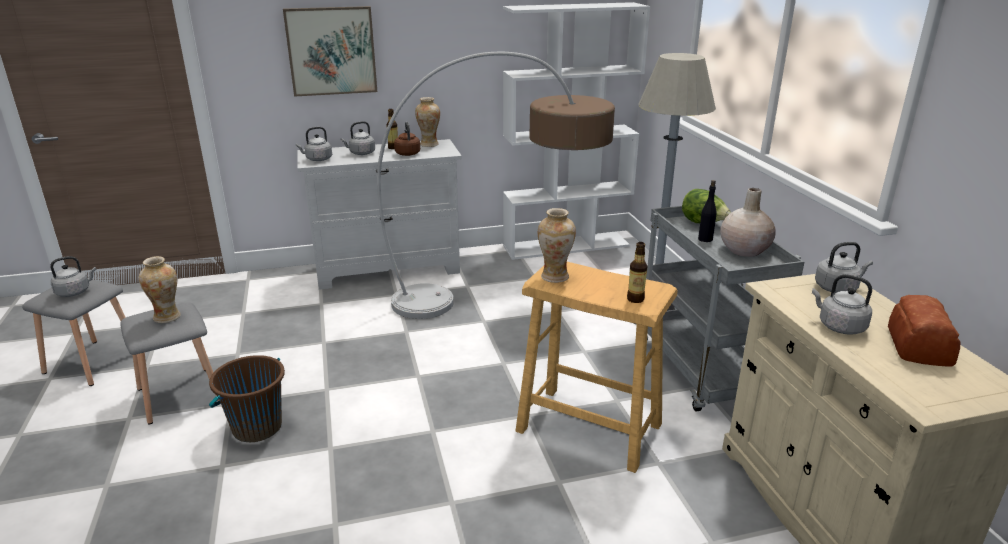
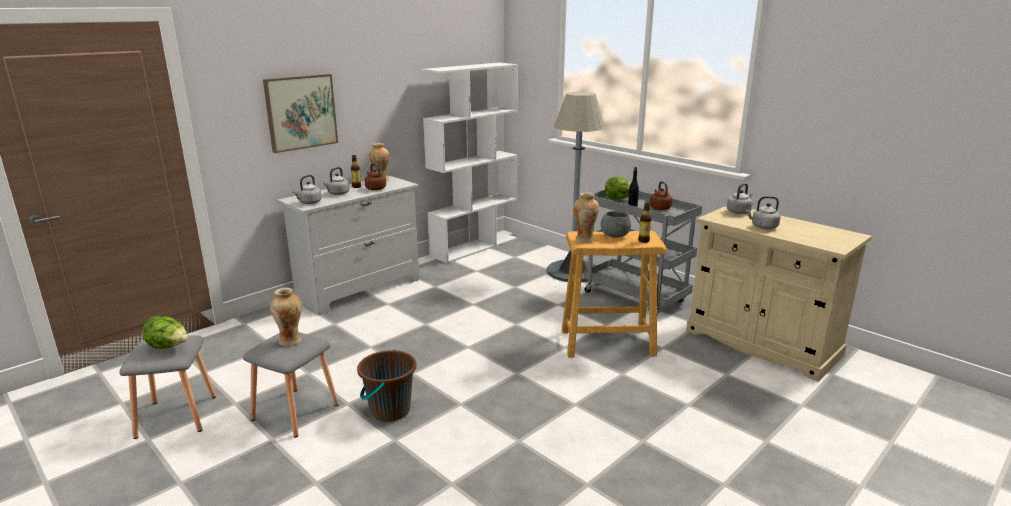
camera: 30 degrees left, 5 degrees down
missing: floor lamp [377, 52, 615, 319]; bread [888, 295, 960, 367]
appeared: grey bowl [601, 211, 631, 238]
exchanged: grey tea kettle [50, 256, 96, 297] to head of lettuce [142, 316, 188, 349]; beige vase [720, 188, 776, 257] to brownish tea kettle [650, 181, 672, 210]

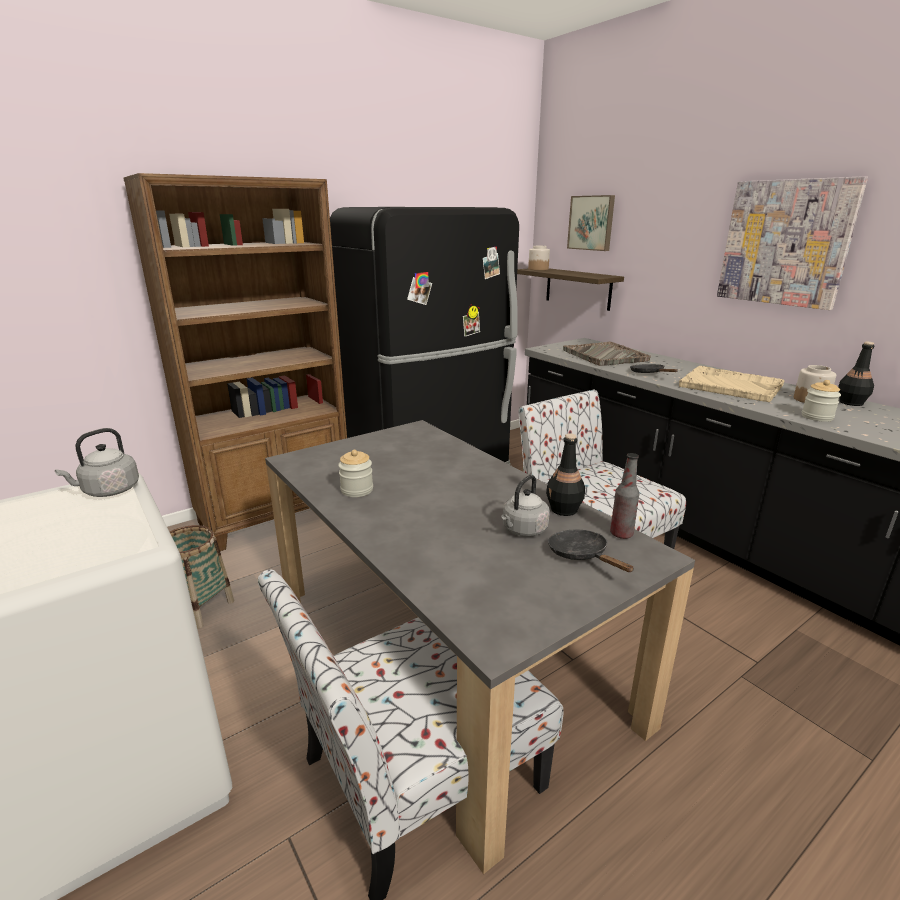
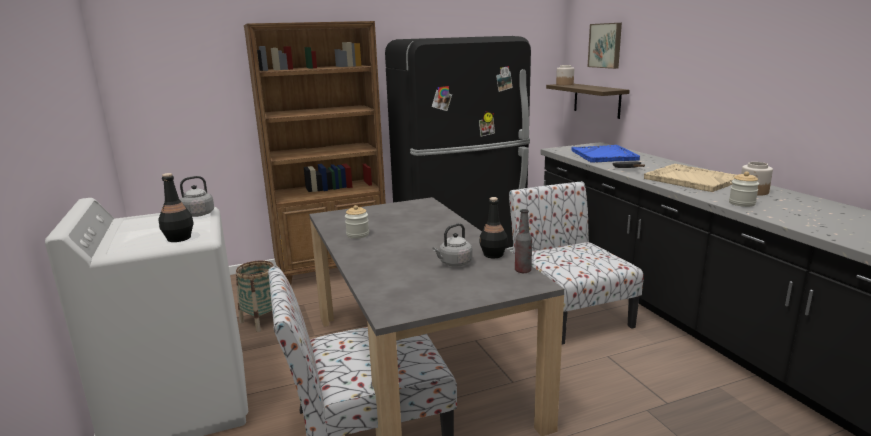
camera: 15 degrees right, 5 degrees down
missing: blackish skillet [548, 530, 634, 572]; wall art [717, 176, 868, 310]
relocated: blackish drink bottle [838, 342, 874, 406] to [158, 173, 194, 242]
colour: grey serving tray [563, 342, 651, 366] to blue-coloured serving tray [572, 145, 640, 163]

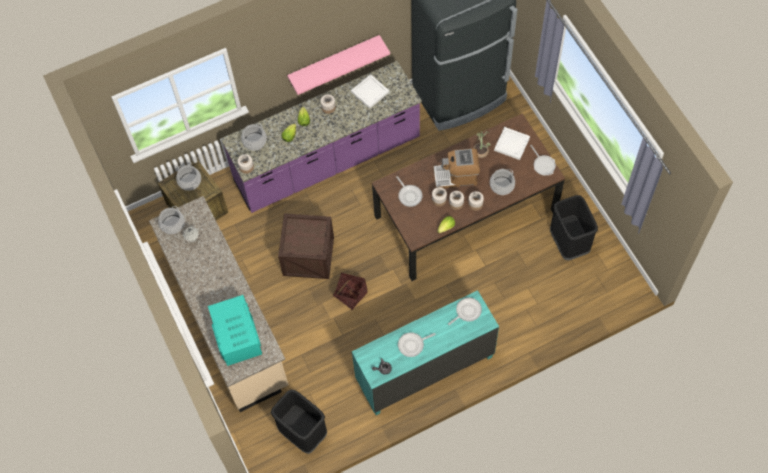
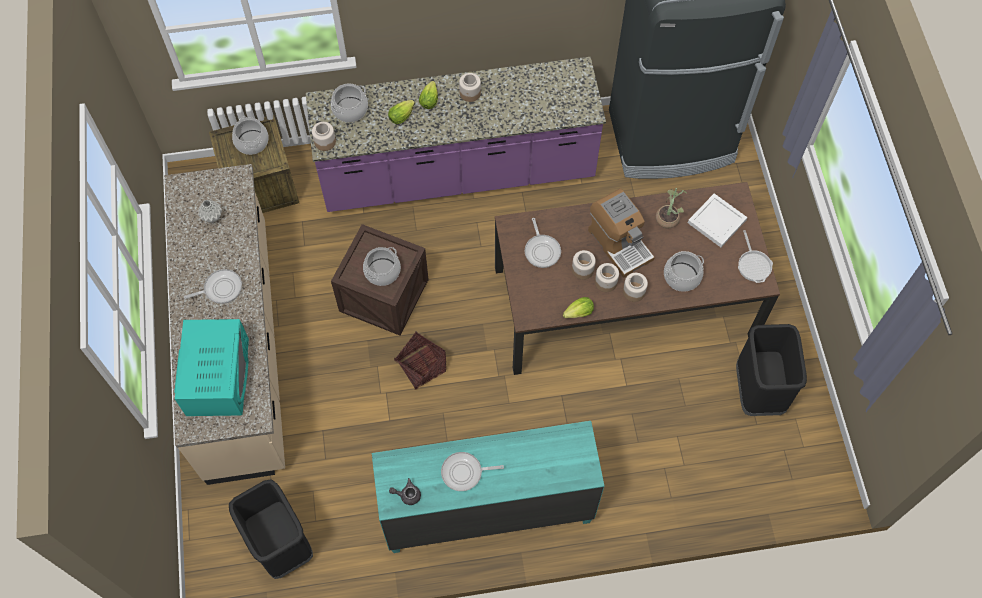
camera: 15 degrees right, 0 degrees up
missing: pink-coloured bracket shelf [287, 35, 390, 95]; white serving tray [351, 74, 389, 109]
relocated: stockpot [158, 206, 185, 234] to [363, 247, 401, 286]; skillet [448, 298, 482, 325] to [184, 269, 242, 304]
spun: coffee maker [433, 148, 480, 188] = [588, 188, 655, 278] 135 degrees counterclockwise

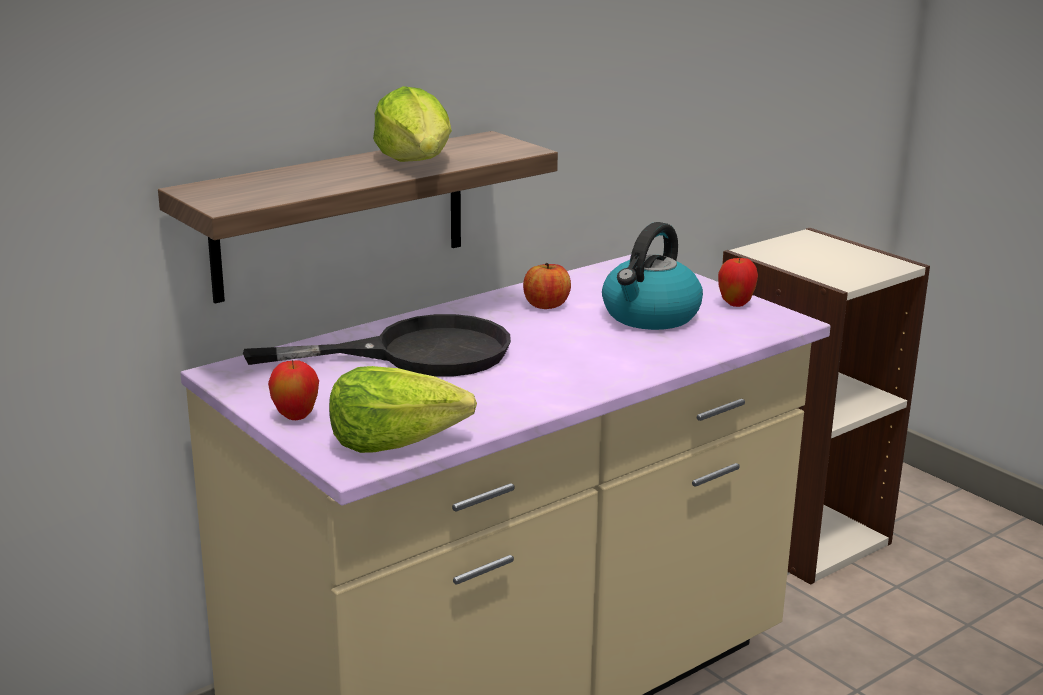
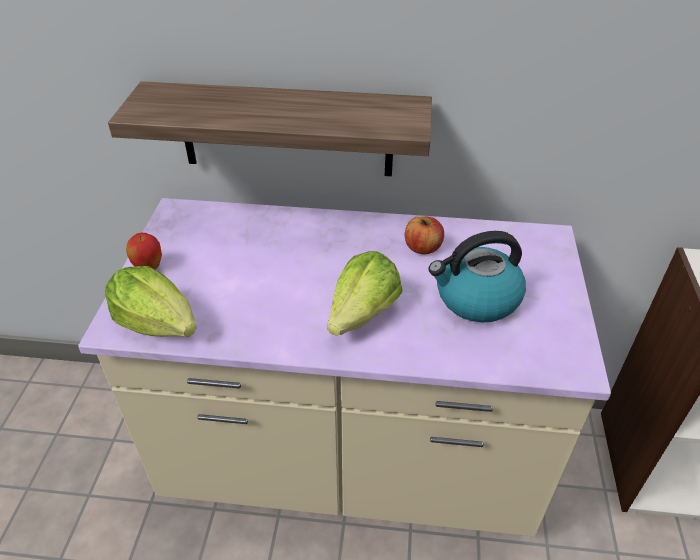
camera: 45 degrees right, 20 degrees up
missing: blackish skillet [243, 314, 511, 377]; whole apple [718, 257, 758, 307]
relocated: head of lettuce [373, 86, 452, 162] to [327, 251, 403, 336]

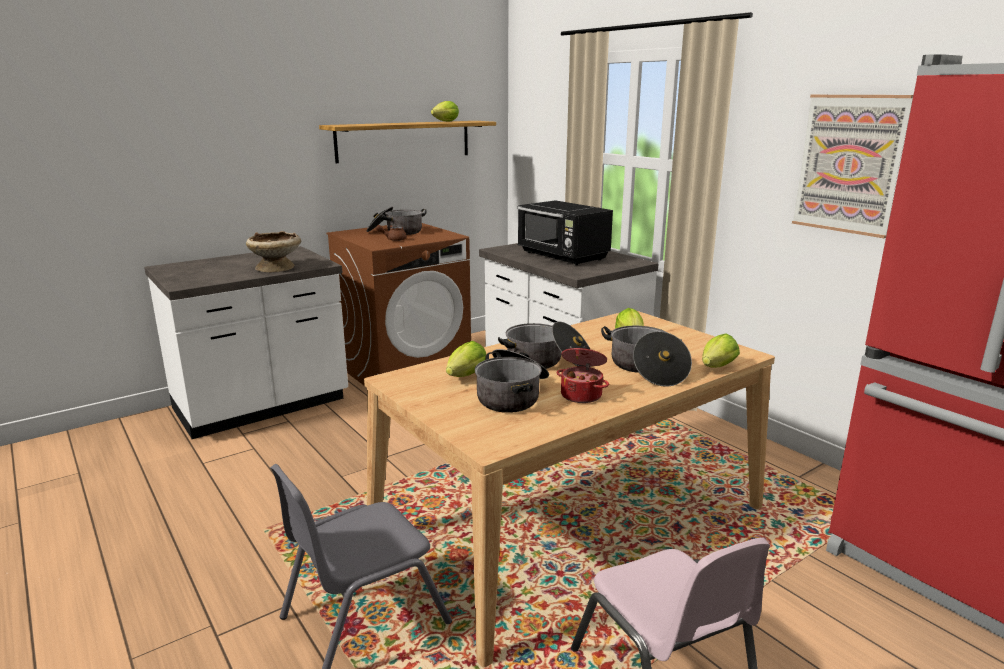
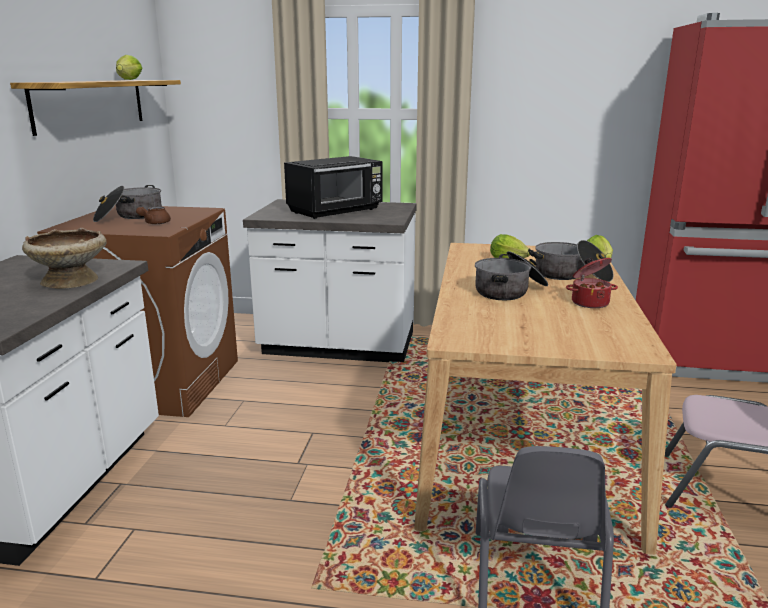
camera: 45 degrees left, 0 degrees up
missing: head of lettuce [446, 341, 486, 377]; stockpot [475, 349, 549, 413]; wall art [792, 95, 913, 238]
spun: blackish microwave oven [517, 200, 613, 265] = [284, 156, 383, 219] 45 degrees counterclockwise

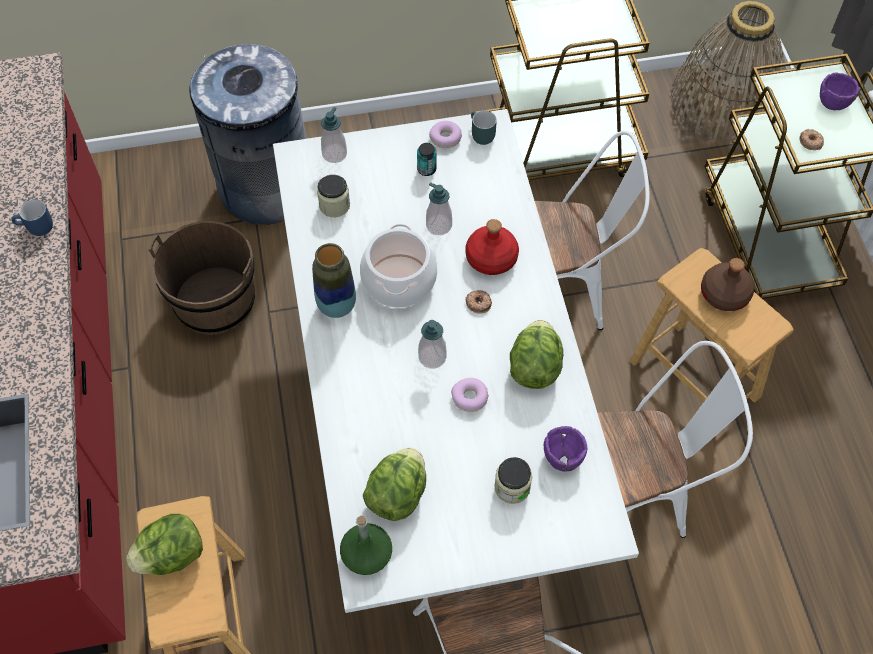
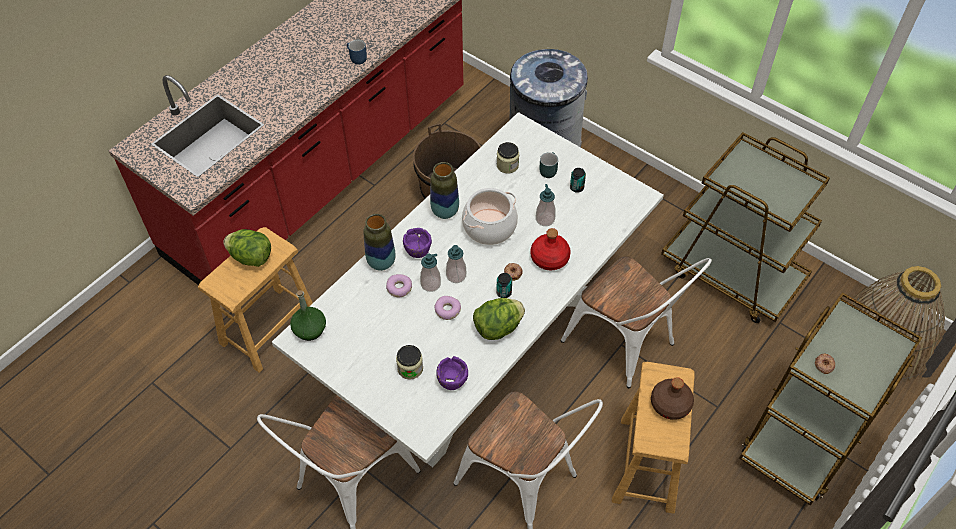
camera: 50 degrees right, 5 degrees down
missing: head of lettuce [363, 448, 426, 521]
appeared: vase [363, 214, 395, 271]; metal can [496, 273, 512, 298]
relocated: liquid soap bottle [321, 107, 347, 163] to [420, 254, 441, 292]; donut [429, 121, 462, 148] to [386, 274, 412, 297]; turquoise coffee mug [471, 110, 497, 145] to [540, 152, 558, 178]; purple-coloured bowl [820, 73, 859, 110] to [403, 228, 432, 258]

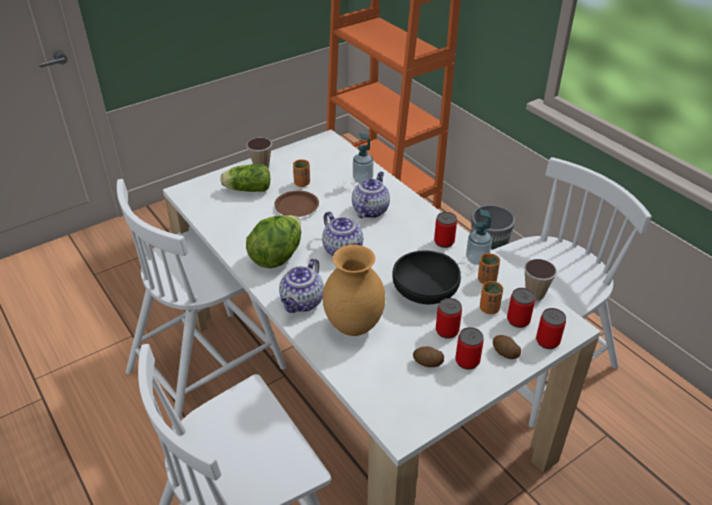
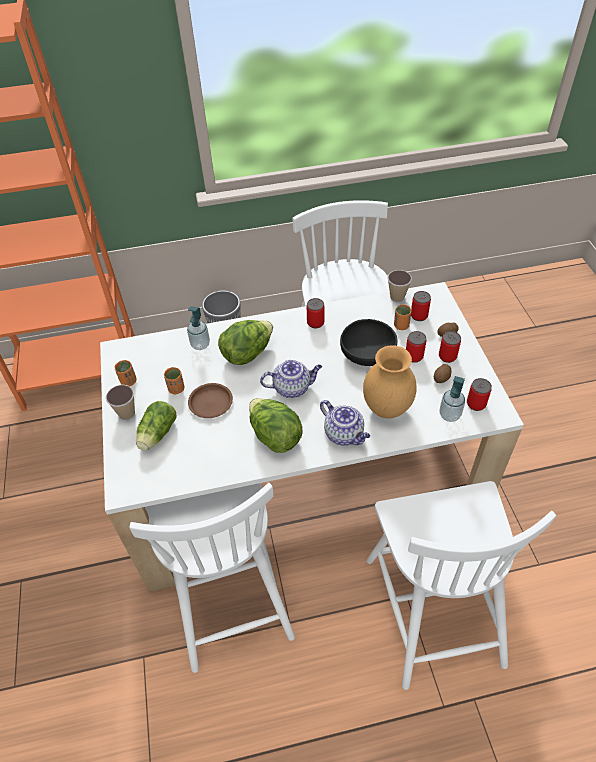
camera: 65 degrees left, 10 degrees up
relocated: liquid soap bottle [466, 209, 492, 265] to [440, 376, 465, 422]; orange-coloured cup [478, 253, 500, 284] to [115, 360, 137, 386]; metal can [536, 308, 566, 349] to [467, 378, 492, 411]
exchanged: teapot [352, 172, 390, 218] to head of lettuce [218, 320, 273, 365]

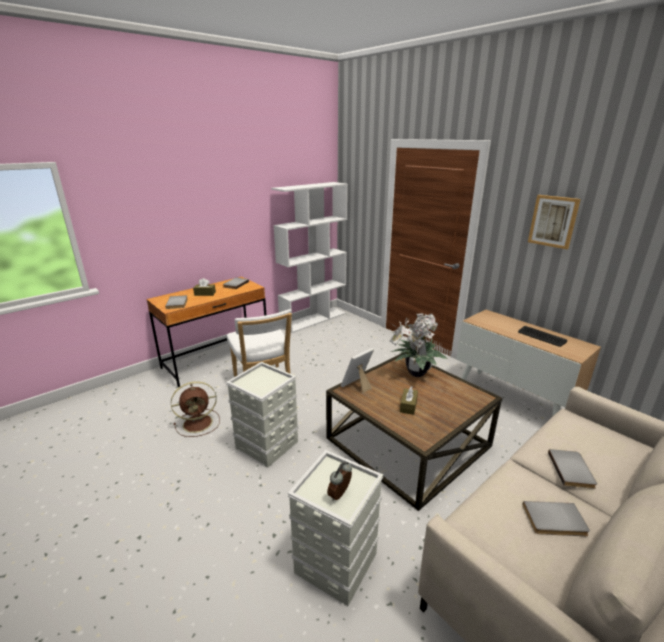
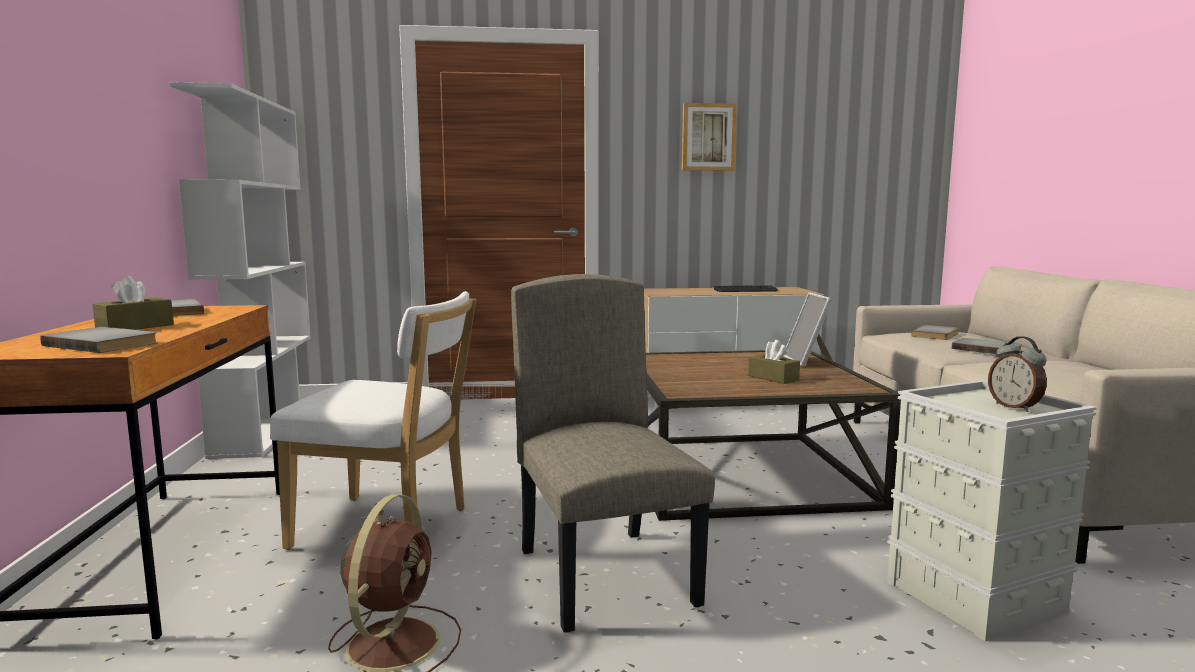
camera: 55 degrees left, 15 degrees down
missing: potted plant [390, 313, 448, 377]
relocated: photo frame [341, 348, 374, 393] to [783, 292, 834, 367]; grey book [522, 501, 590, 536] to [911, 325, 958, 340]
exchanged: grey storage bin [226, 362, 298, 468] to beige upright chair [511, 274, 715, 633]

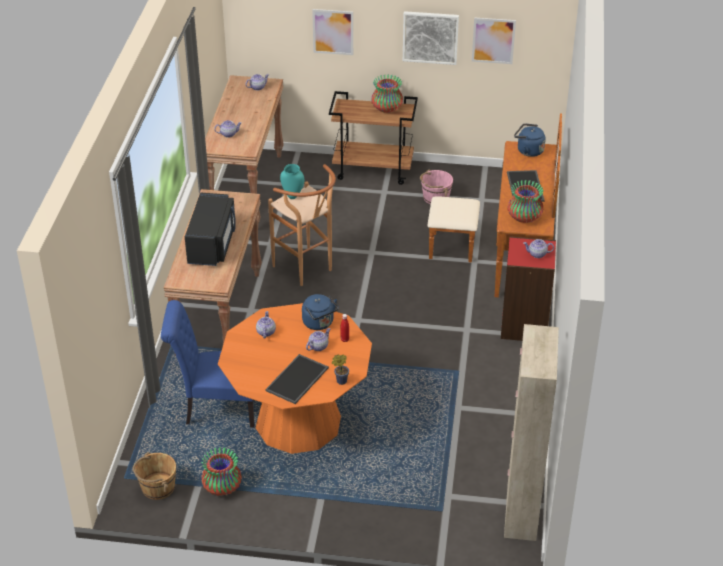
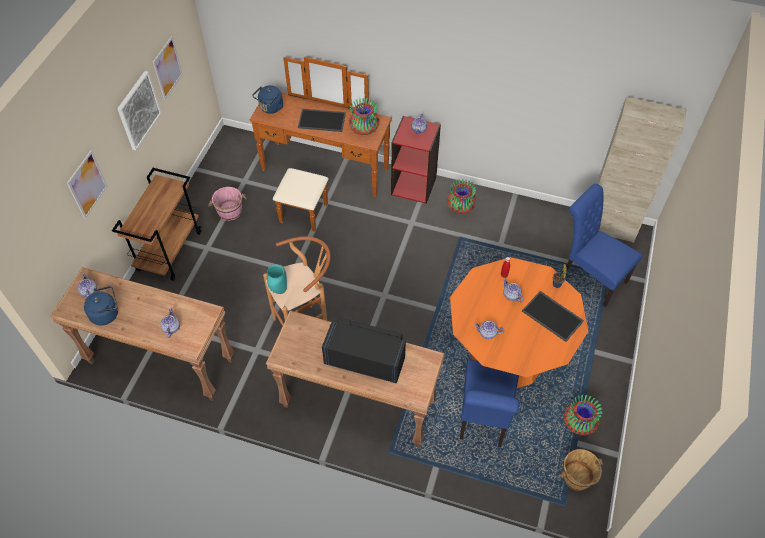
camera: 80 degrees left, 15 degrees up
appeared: blue-coloured upright chair [562, 184, 642, 307]
relocated: blue-coloured tea kettle [302, 294, 339, 330] to [84, 286, 118, 325]; vase [372, 74, 403, 113] to [447, 179, 476, 214]

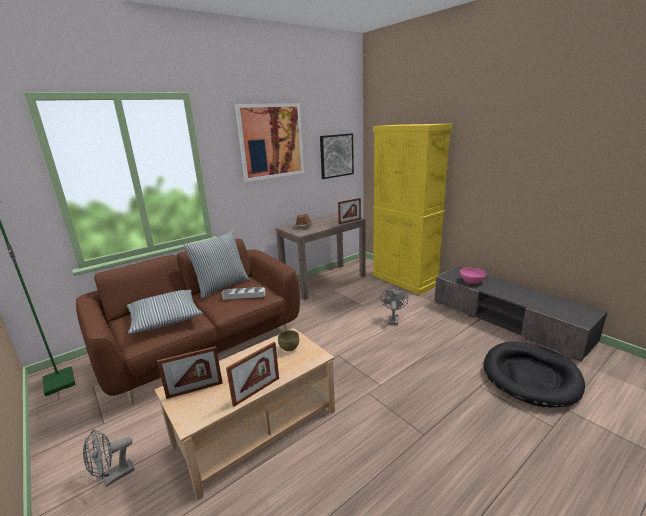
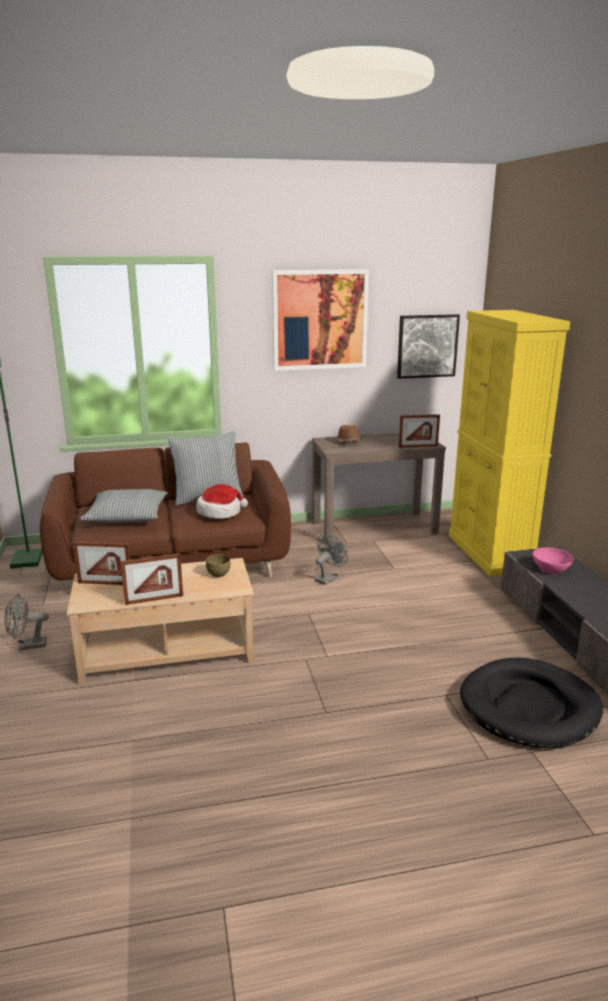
camera: 25 degrees right, 0 degrees up
relocated: grey cooling fan [381, 288, 408, 325] to [315, 534, 348, 585]
exchanged: grey serving tray [222, 287, 265, 300] to hat [196, 484, 248, 519]

